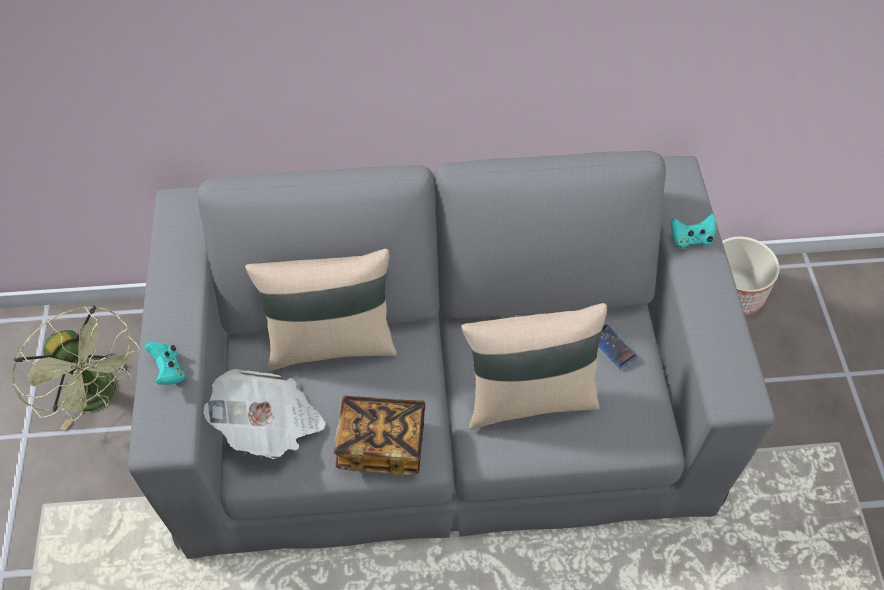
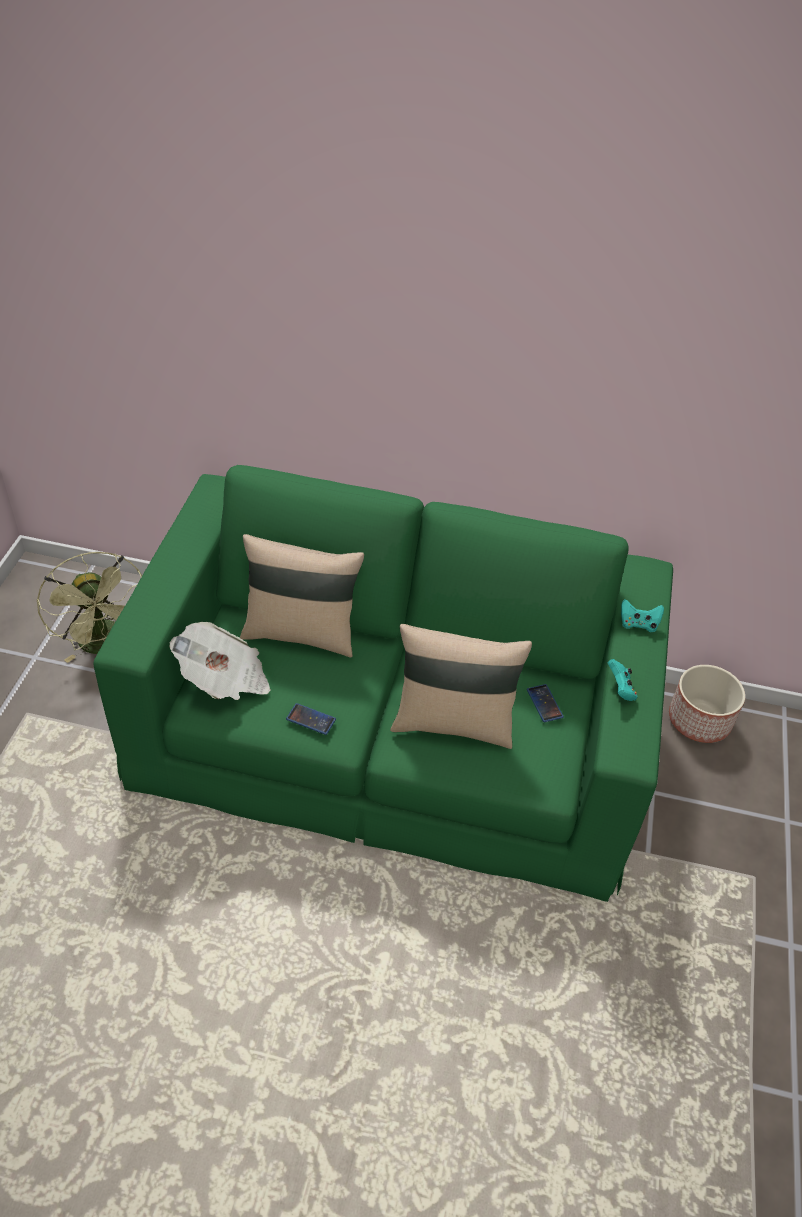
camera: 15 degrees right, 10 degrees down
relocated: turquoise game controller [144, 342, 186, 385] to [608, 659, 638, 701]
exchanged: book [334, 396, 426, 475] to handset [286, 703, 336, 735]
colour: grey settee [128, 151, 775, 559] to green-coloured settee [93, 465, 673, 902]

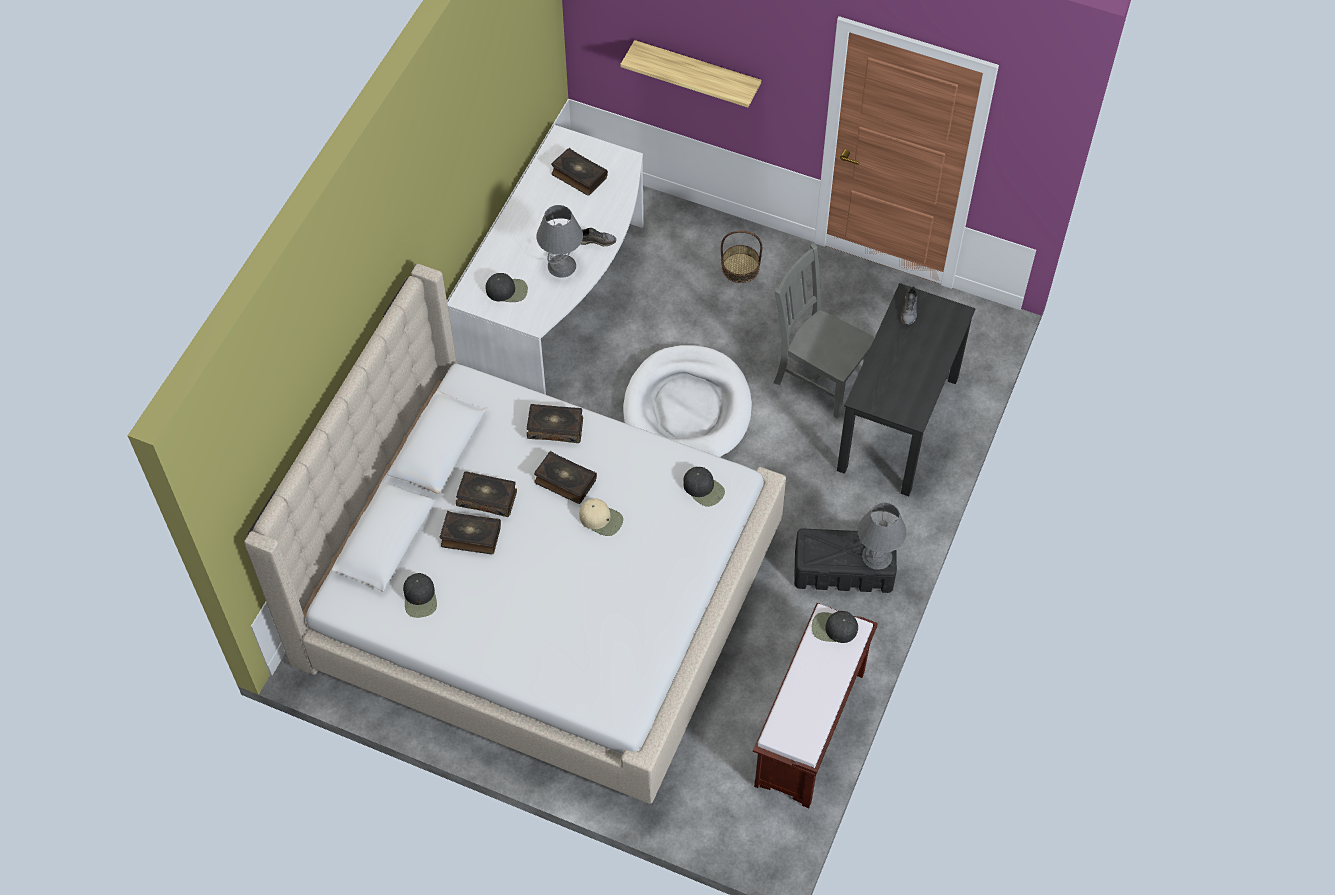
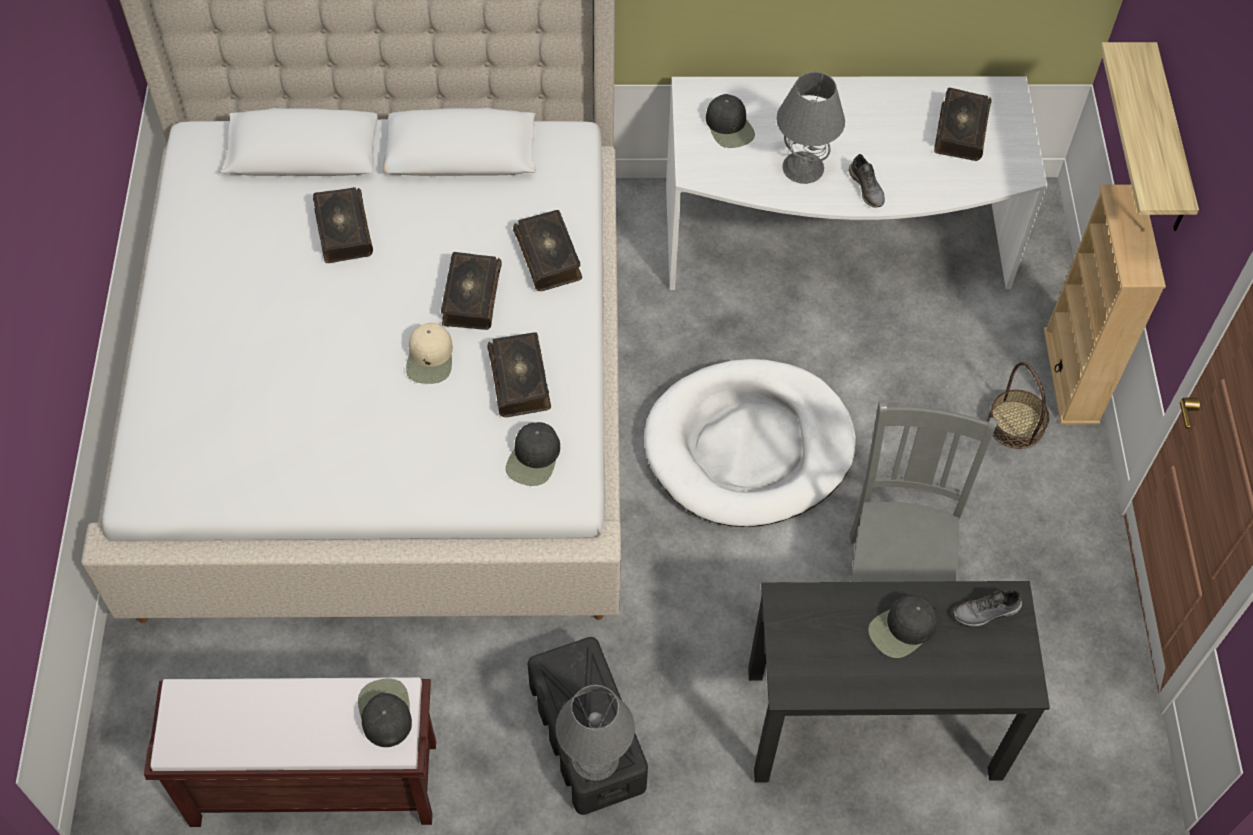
camera: 65 degrees right, 0 degrees up
appeared: beige bookshelf [1044, 184, 1166, 424]
relocated: blackish cap [403, 573, 437, 618] to [868, 594, 937, 658]; book [456, 471, 517, 517] to [487, 332, 551, 417]

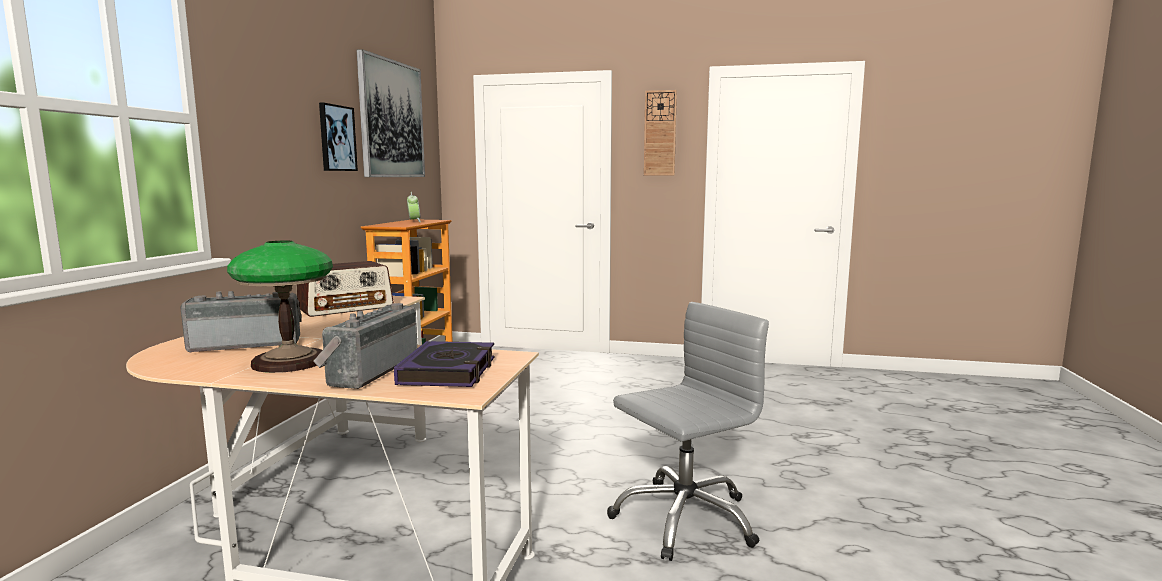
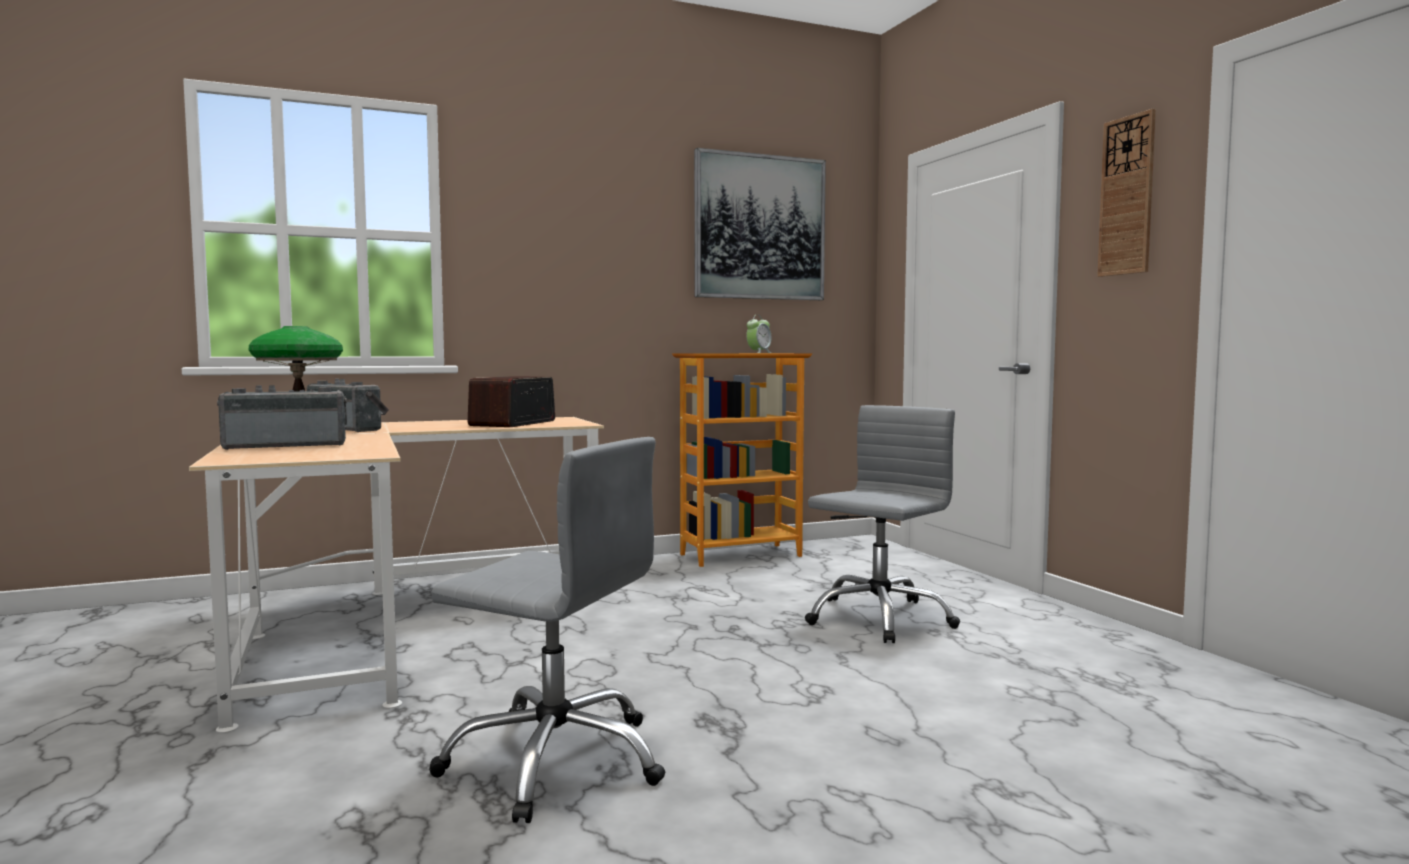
camera: 55 degrees right, 5 degrees down
missing: wall art [319, 103, 358, 171]; book [394, 341, 494, 387]
appeared: grey desk chair [805, 405, 960, 643]
spun: radio set [297, 261, 394, 317] = [468, 376, 555, 427] 90 degrees clockwise

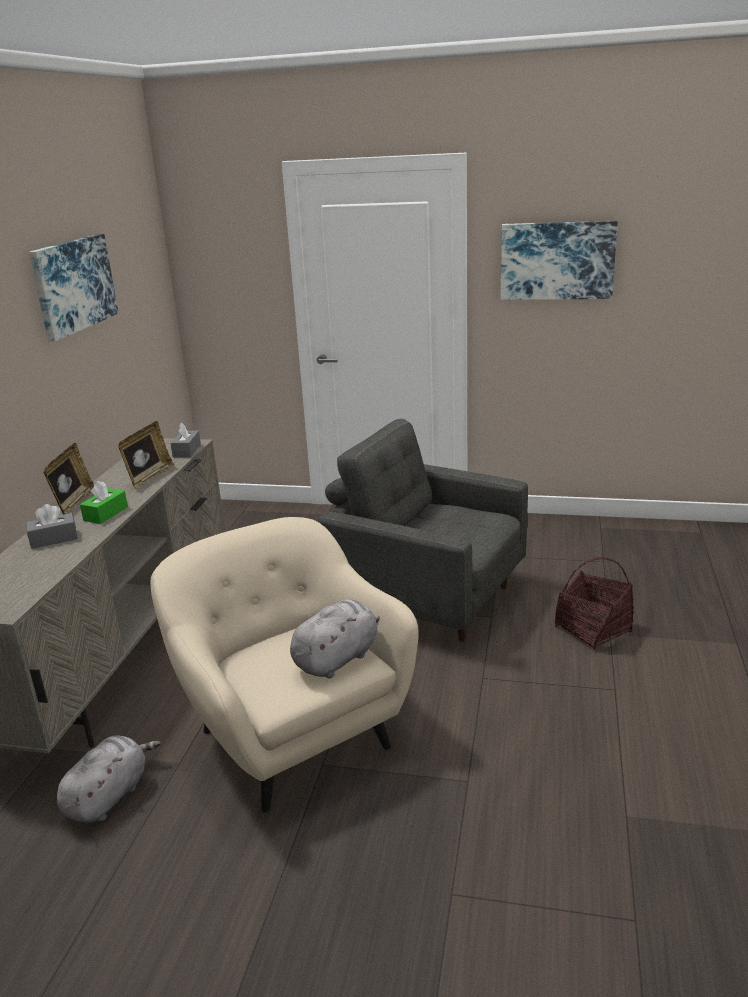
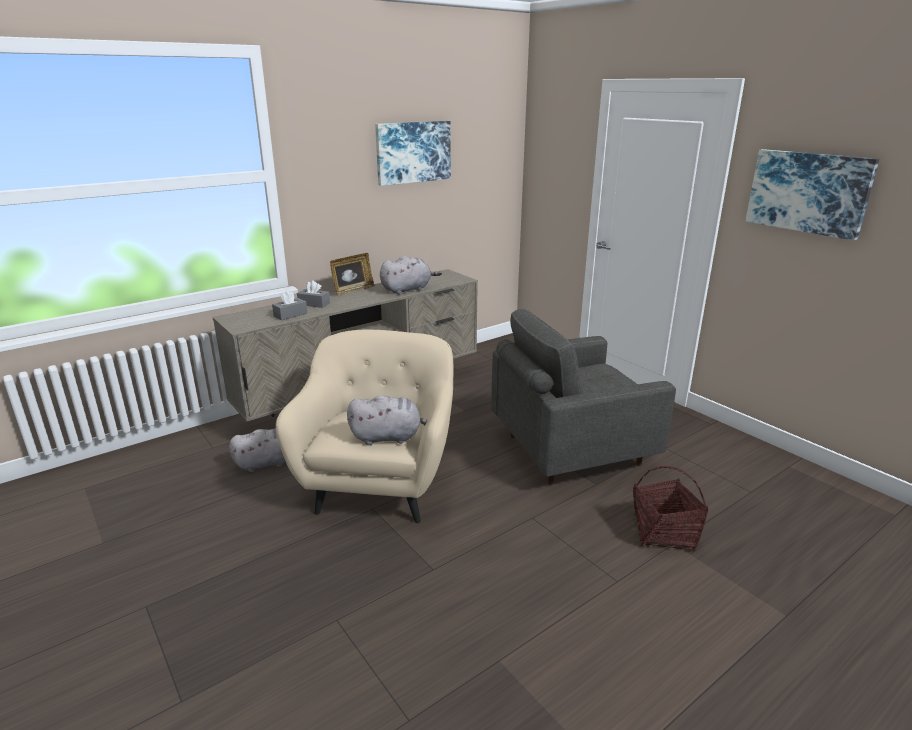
camera: 40 degrees right, 0 degrees up
missing: green-coloured box of tissues [80, 481, 128, 524]
relocated: grey box of tissues [170, 423, 201, 458] to [272, 290, 307, 320]
exchanged: photo frame [118, 421, 174, 489] to grey plush toy [380, 256, 442, 295]
spun: grey lounge chair [318, 419, 528, 642] = [491, 309, 676, 485] 90 degrees counterclockwise

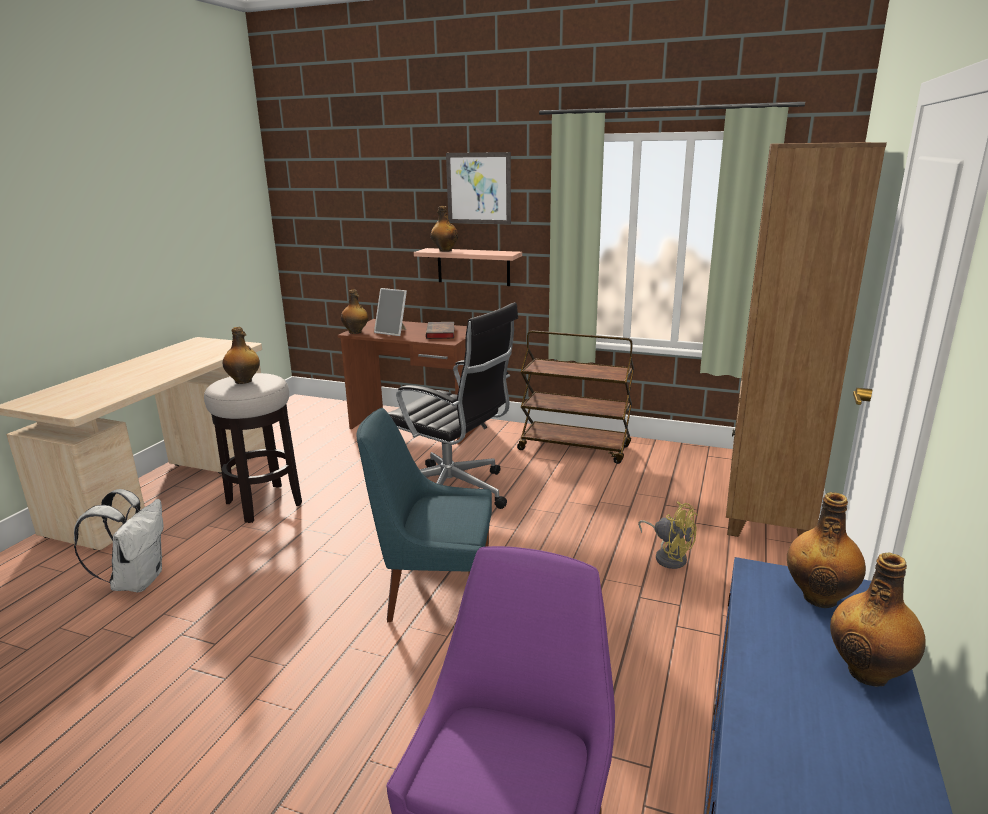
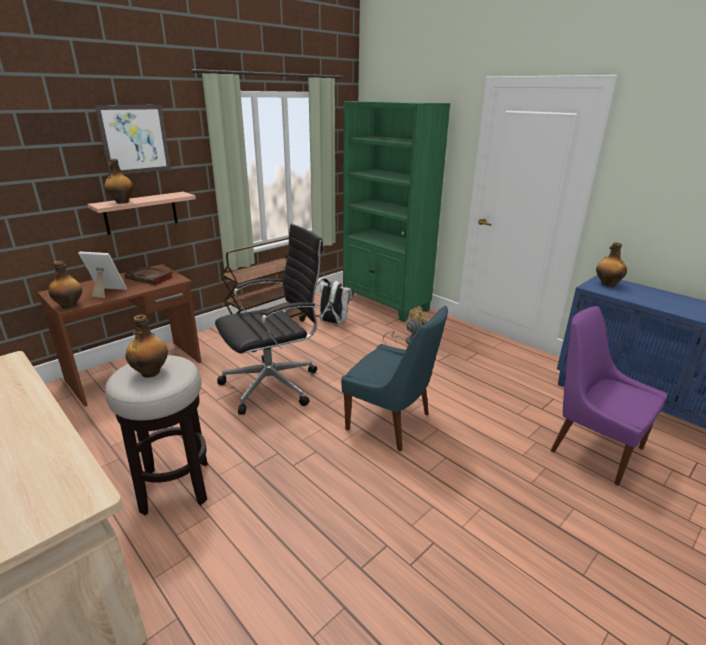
camera: 65 degrees left, 5 degrees up
missing: drink bottle [830, 553, 926, 686]
relocated: white rucksack [74, 489, 164, 592] to [316, 278, 352, 324]
colour: brownish bookshelf [726, 142, 887, 537] to green-coloured bookshelf [343, 101, 451, 322]
spun: blue-coloured upright chair [357, 408, 492, 622] = [341, 306, 448, 451] 90 degrees counterclockwise; photo frame [374, 288, 407, 336] = [78, 252, 127, 298] 135 degrees counterclockwise

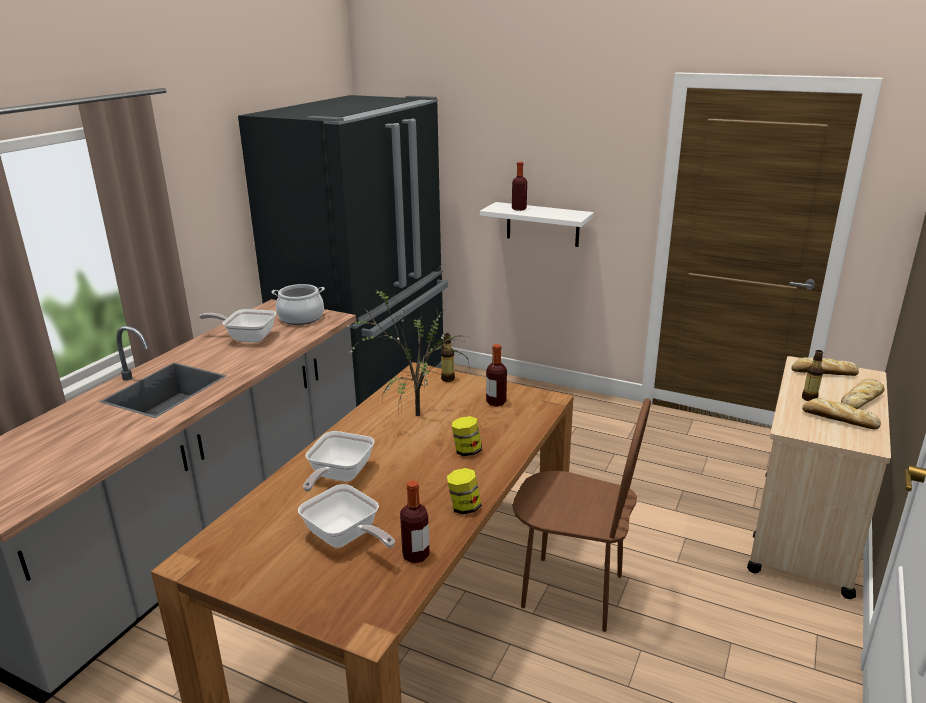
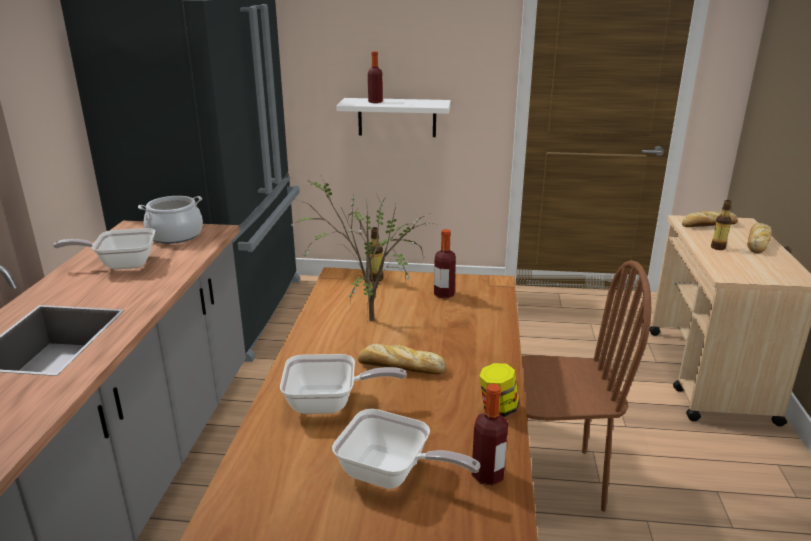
camera: 20 degrees left, 0 degrees up
missing: preserve jar [452, 416, 482, 456]
relocated: bread [802, 398, 881, 430] to [358, 343, 446, 374]
spun: skillet [303, 431, 375, 492] = [280, 354, 407, 414] 90 degrees counterclockwise

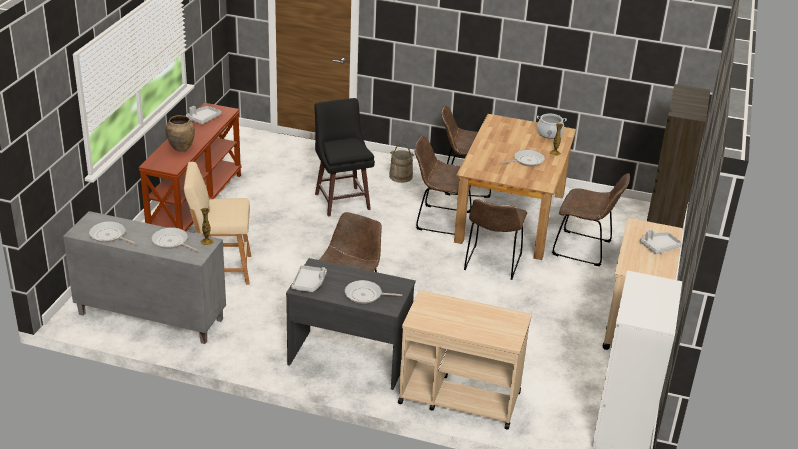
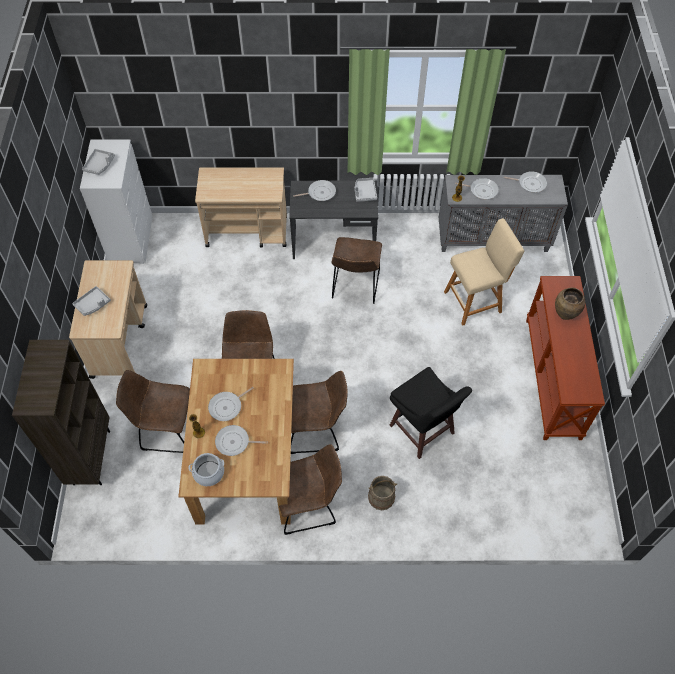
camera: 165 degrees right, 25 degrees up
appeared: skillet [215, 425, 268, 456]
relocated: grey serving tray [186, 106, 221, 124] to [82, 149, 115, 175]

